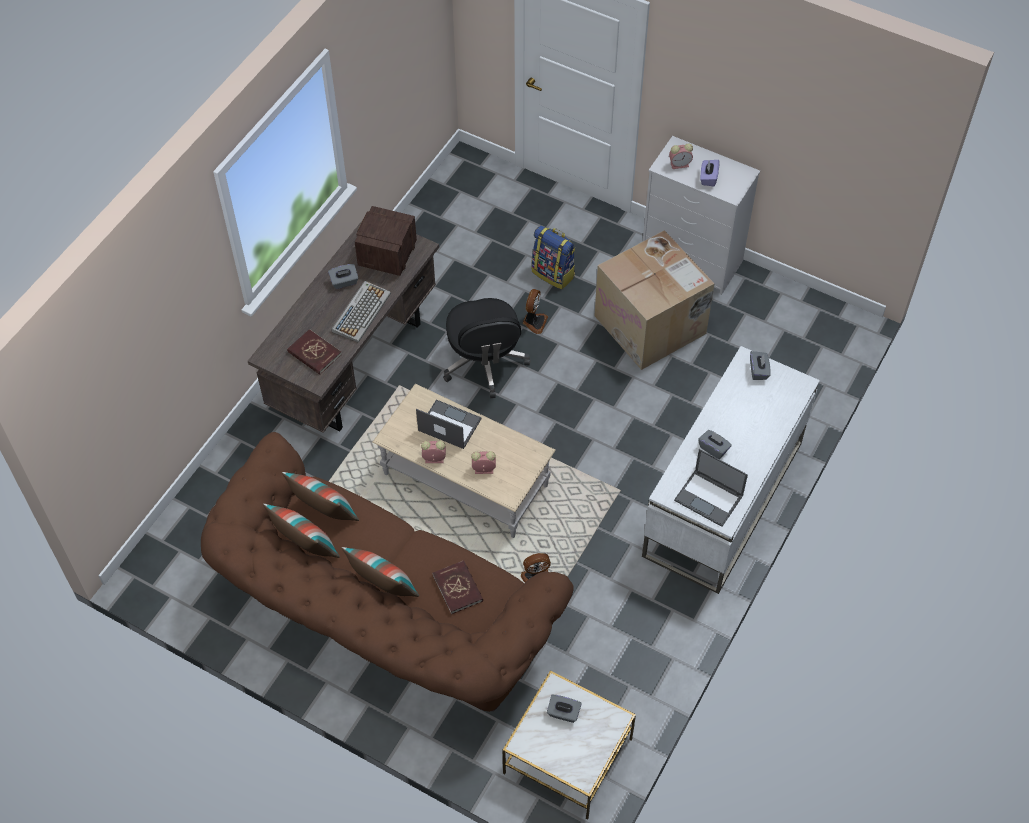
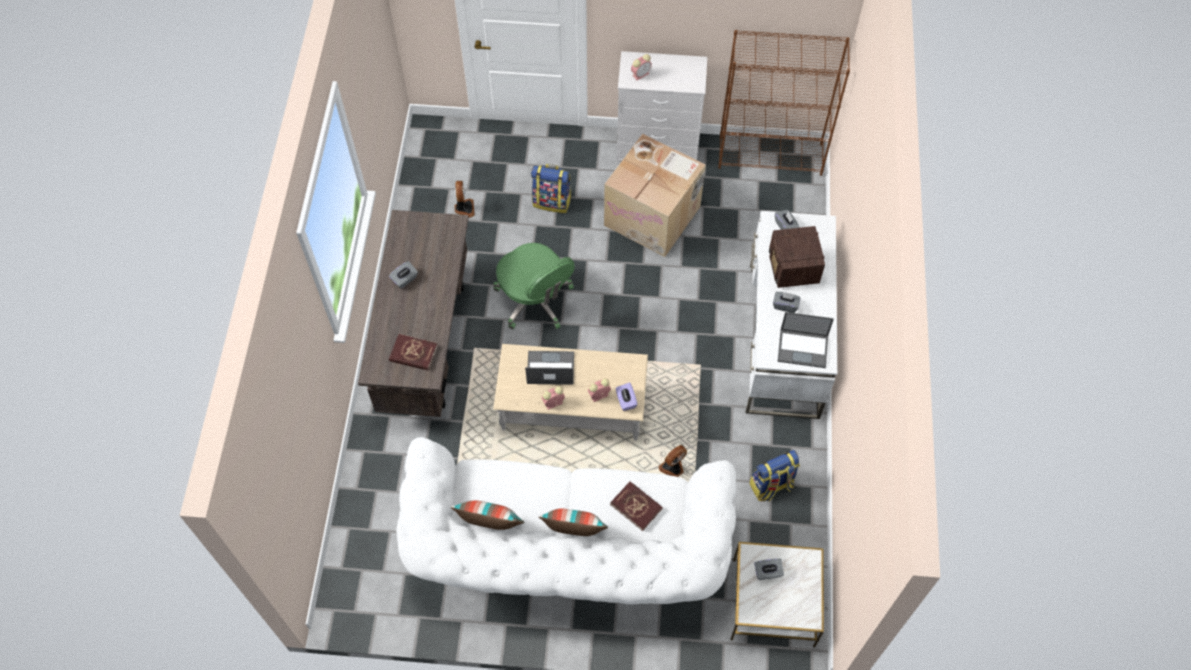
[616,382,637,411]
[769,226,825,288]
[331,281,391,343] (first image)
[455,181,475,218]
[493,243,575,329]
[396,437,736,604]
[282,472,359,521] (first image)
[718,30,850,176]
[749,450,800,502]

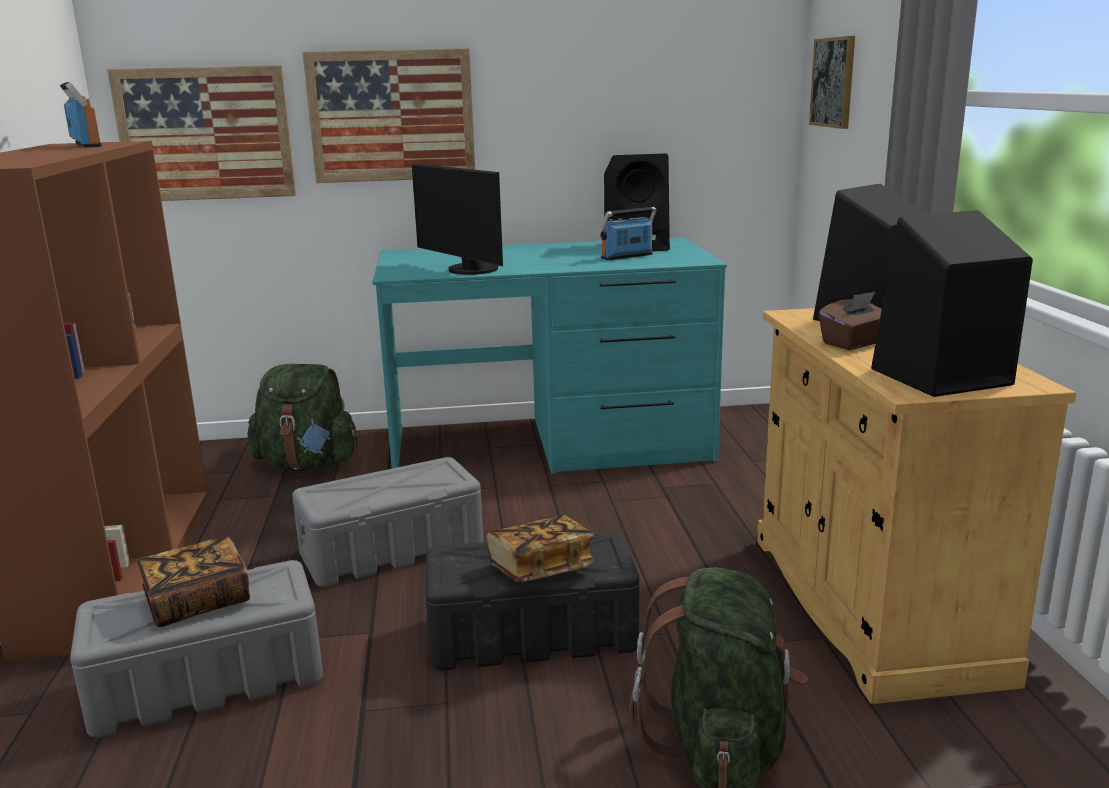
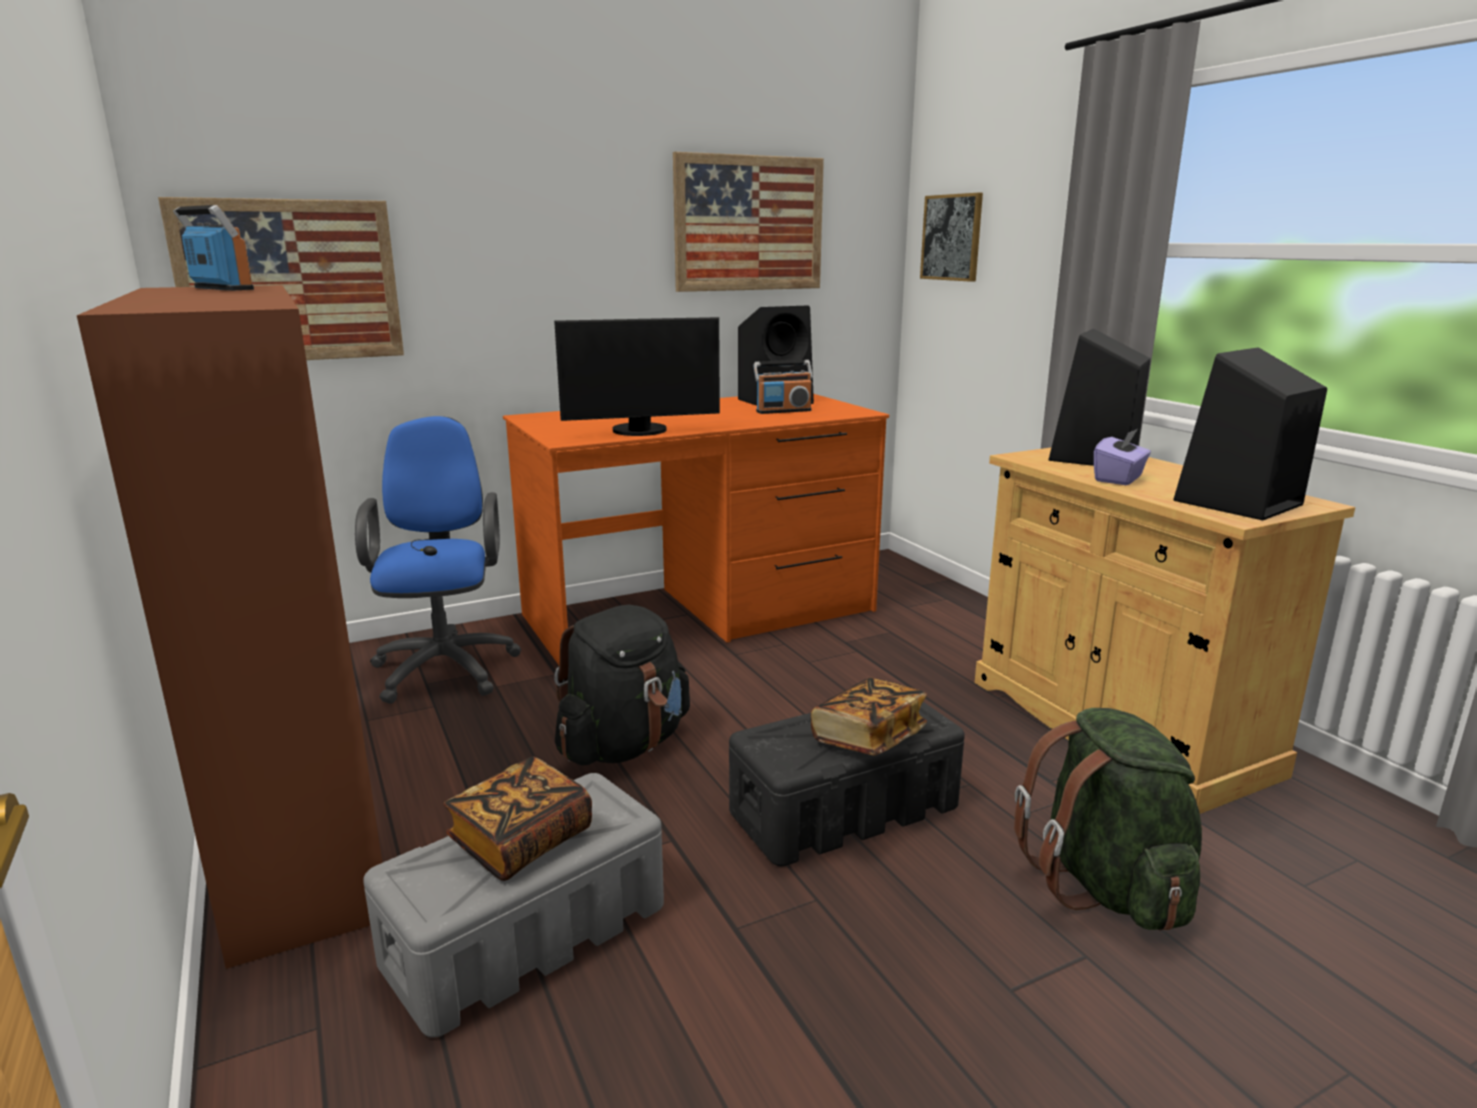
[673,152,824,292]
[554,317,720,436]
[753,360,813,414]
[503,394,889,665]
[1094,429,1151,485]
[355,416,521,704]
[554,605,690,765]

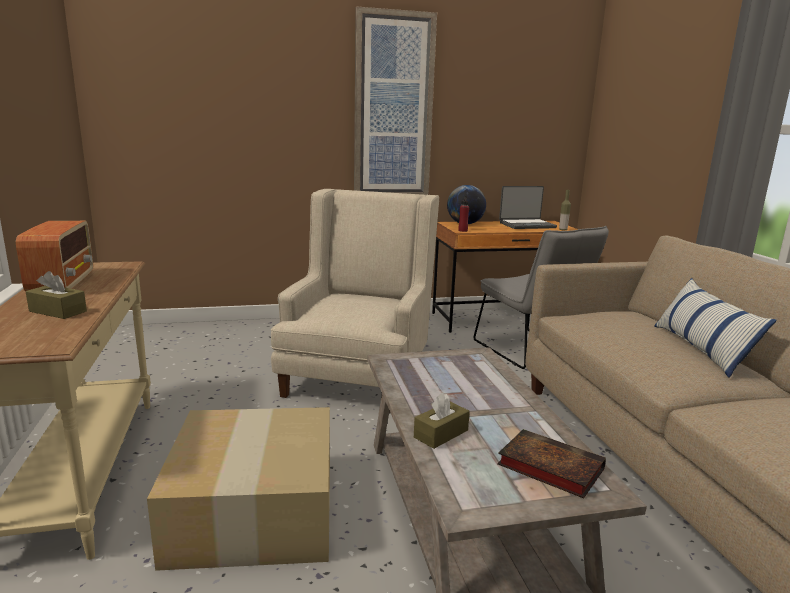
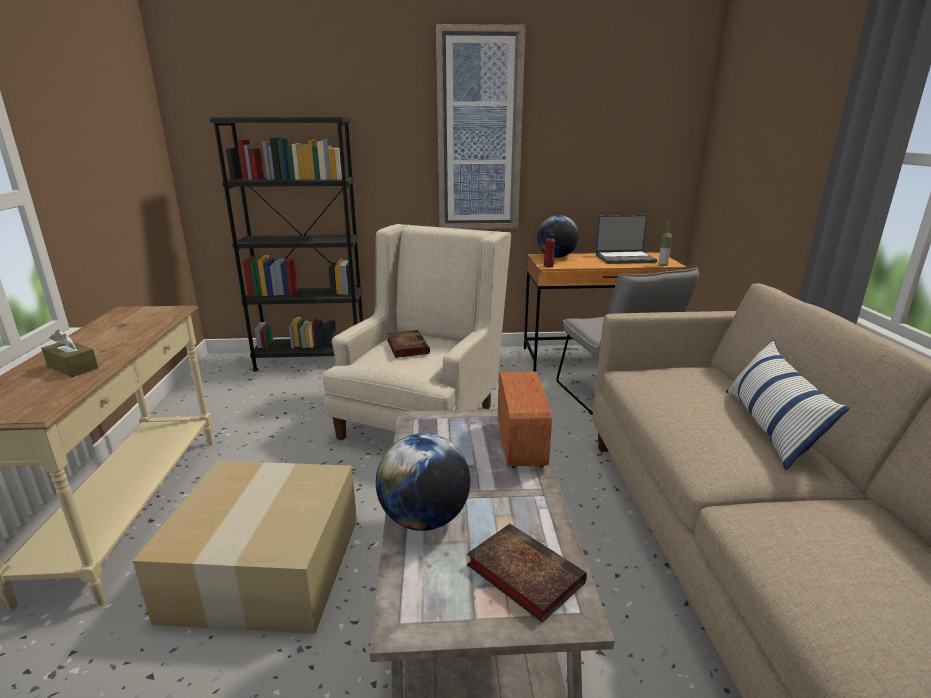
[498,371,552,468]
[376,433,470,531]
[209,117,363,372]
[387,330,430,358]

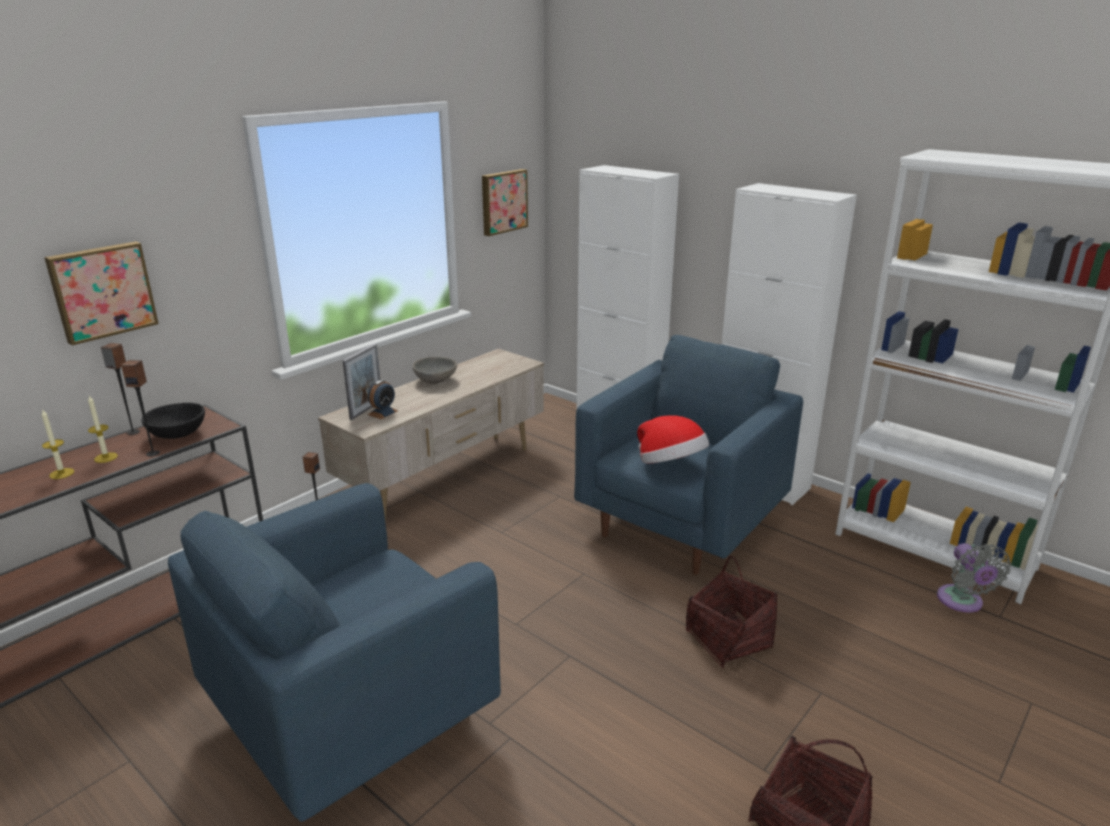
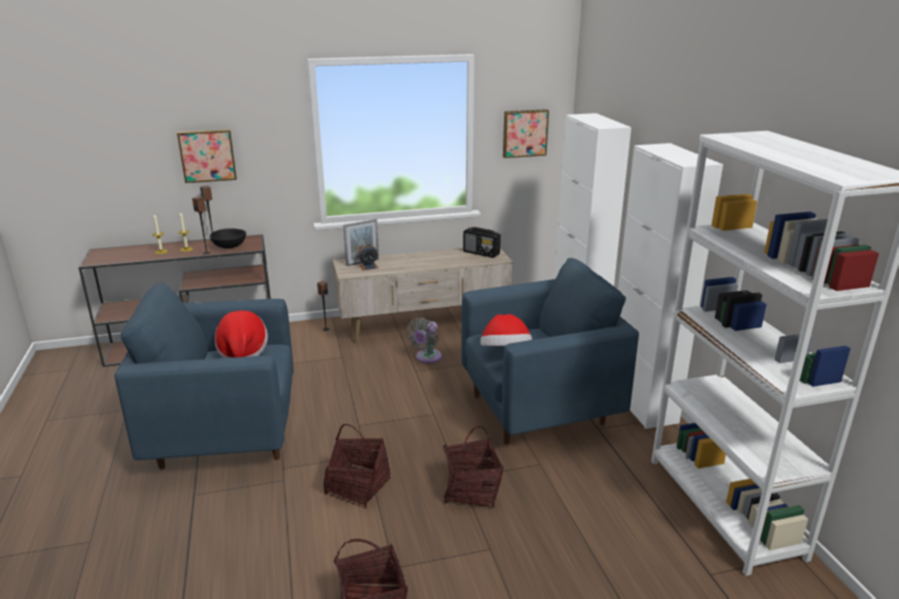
[413,357,457,384] (first image)
[407,318,442,363]
[463,227,501,258]
[215,311,268,358]
[324,424,390,508]

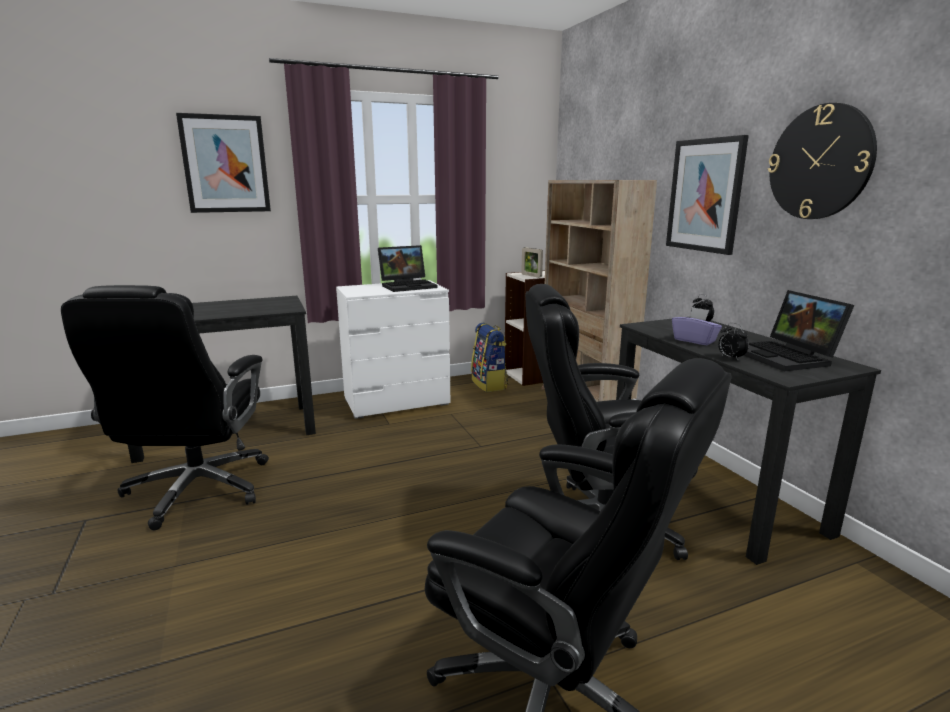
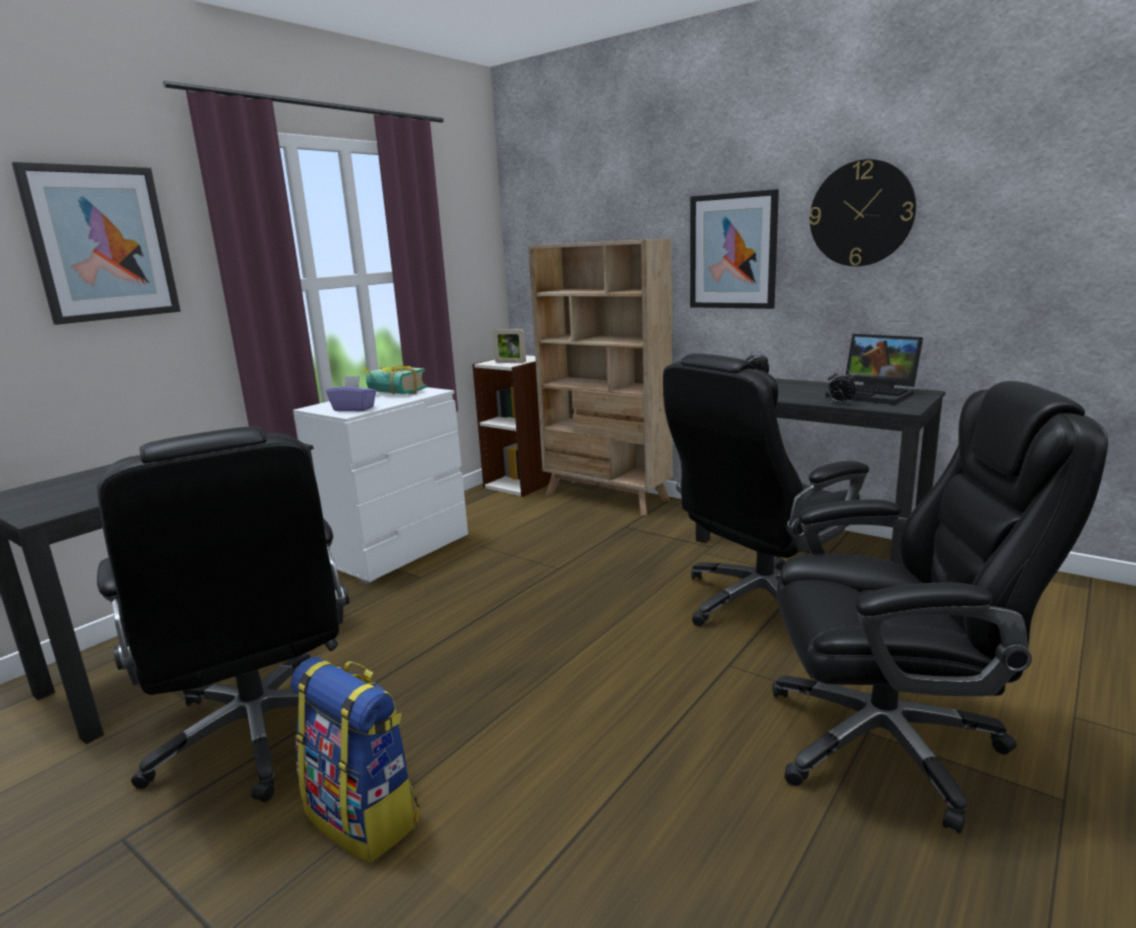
[362,365,427,395]
[326,376,376,411]
[291,657,420,863]

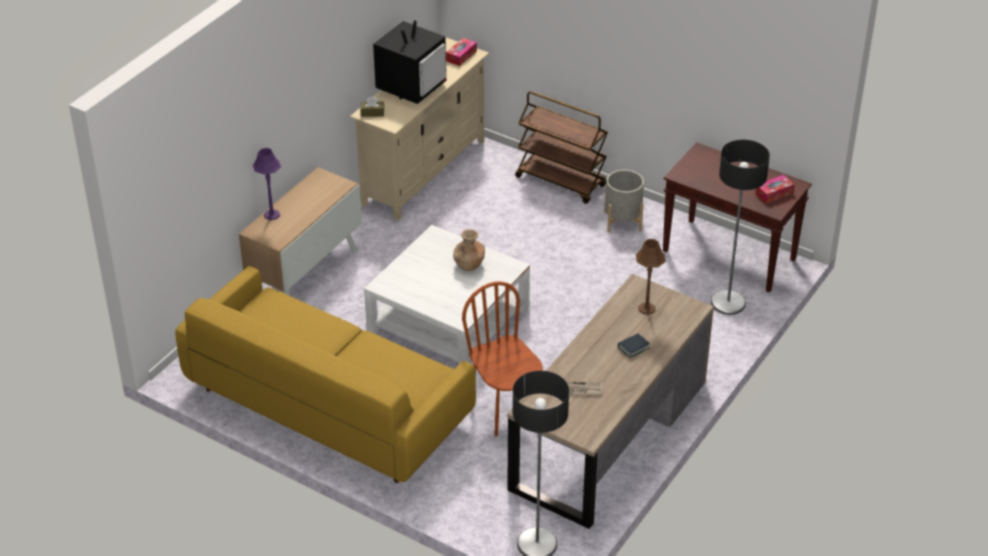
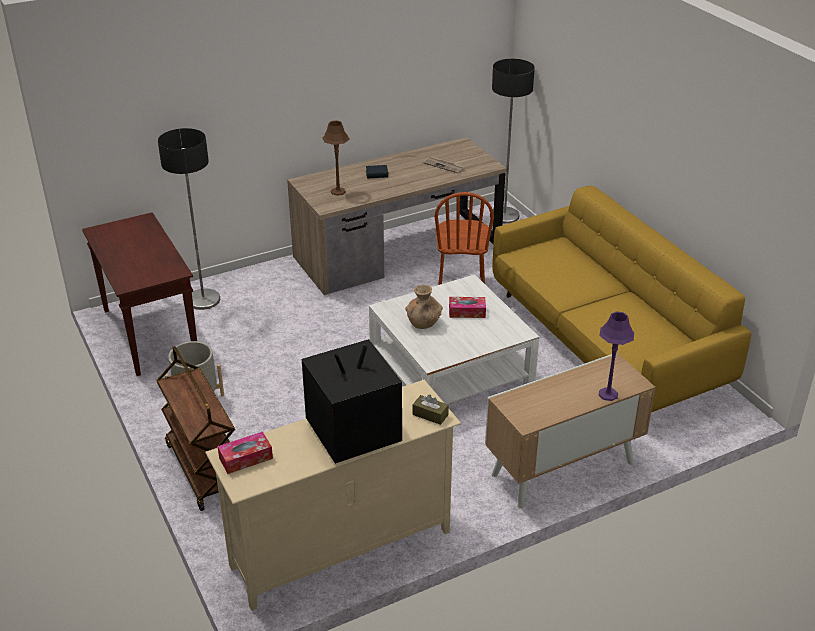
[449,297,486,318]

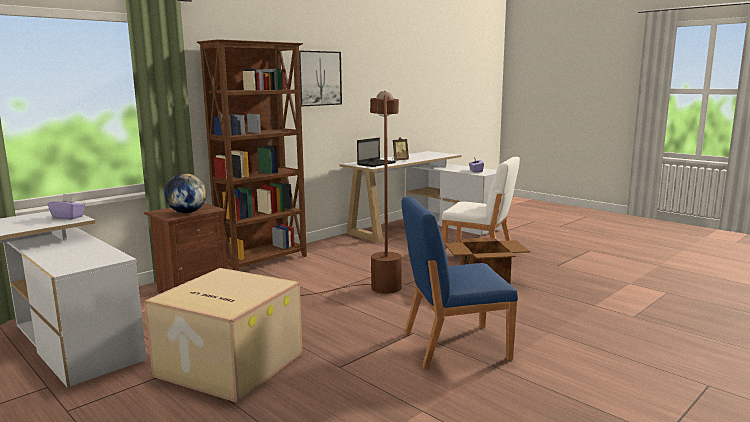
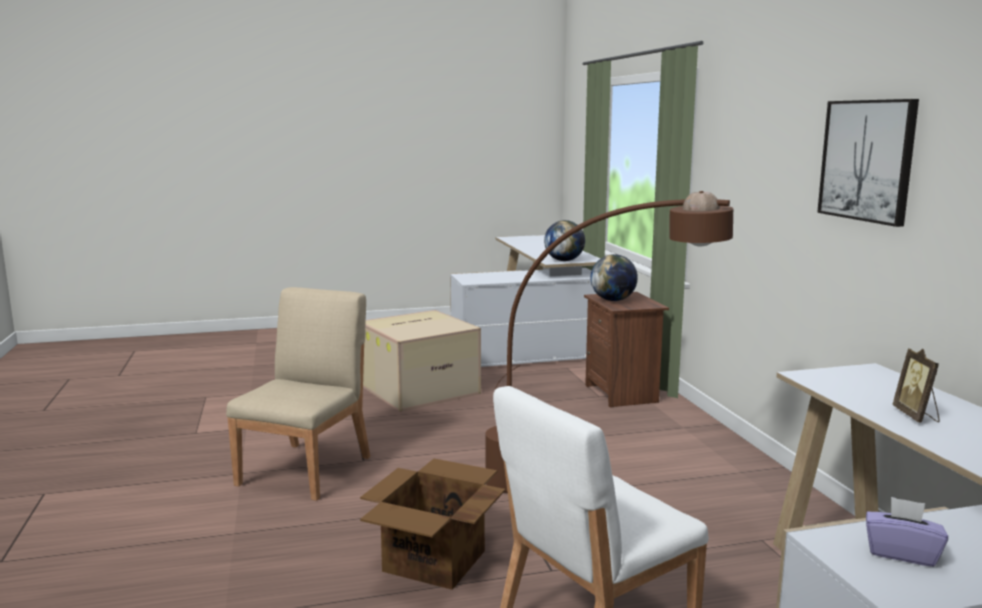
[197,39,307,271] (first image)
[357,138,396,167] (first image)
[544,220,585,261]
[226,287,370,501]

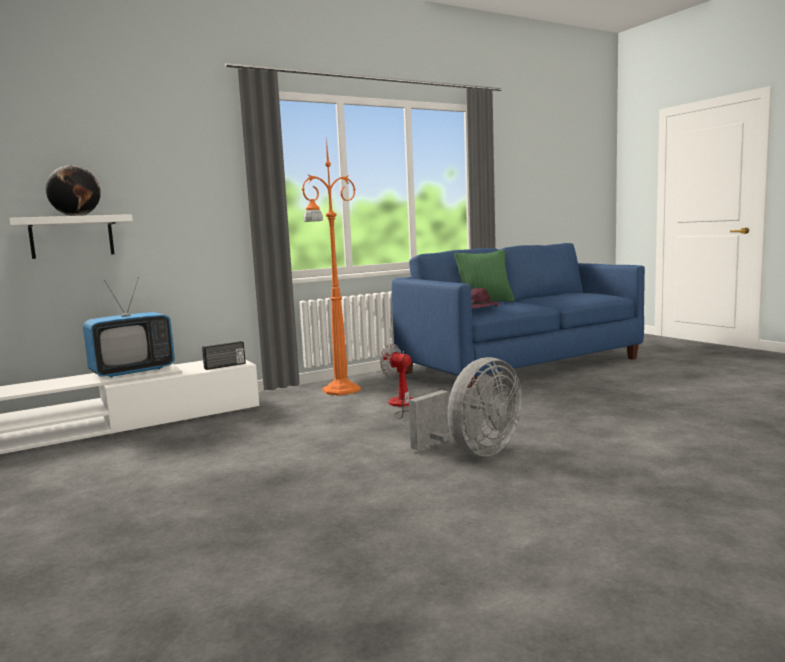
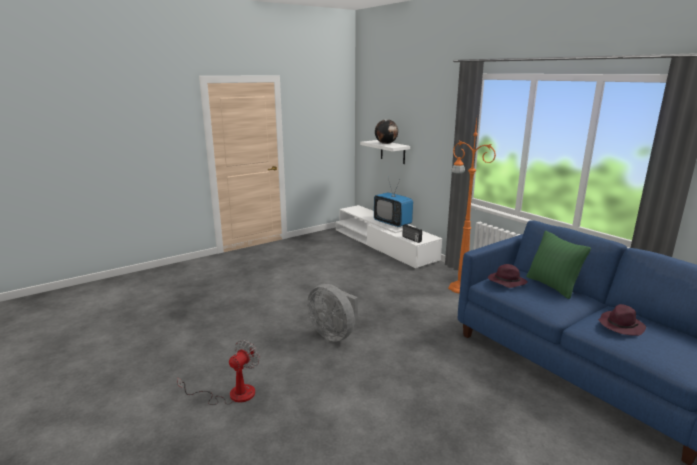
[177,340,260,405]
[598,304,646,336]

